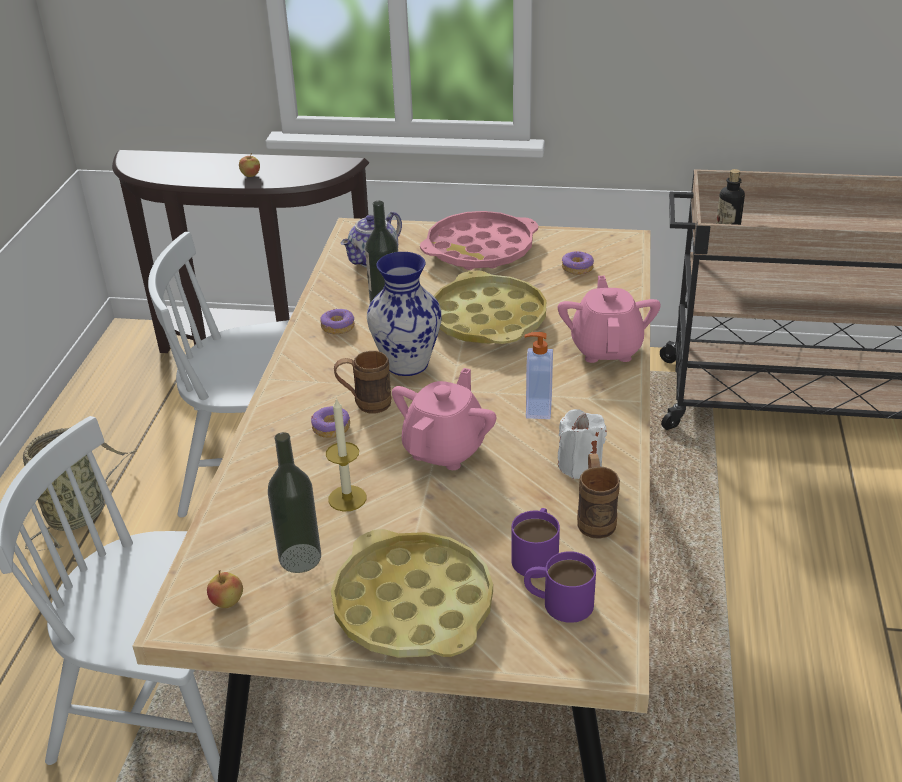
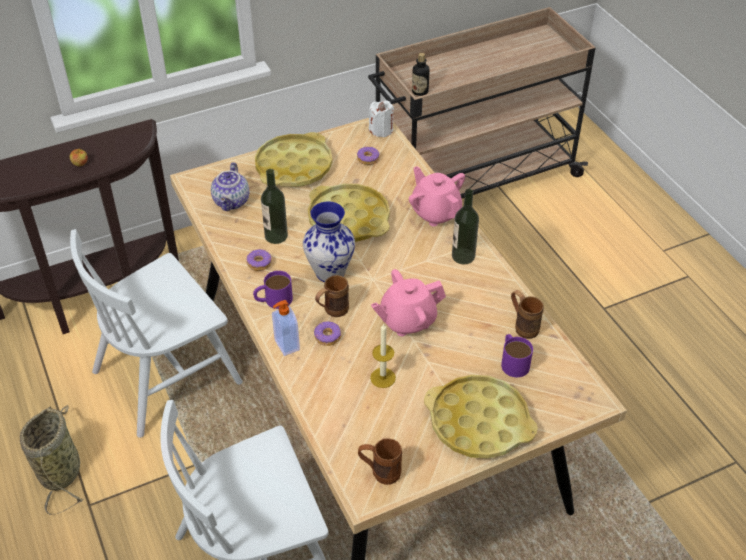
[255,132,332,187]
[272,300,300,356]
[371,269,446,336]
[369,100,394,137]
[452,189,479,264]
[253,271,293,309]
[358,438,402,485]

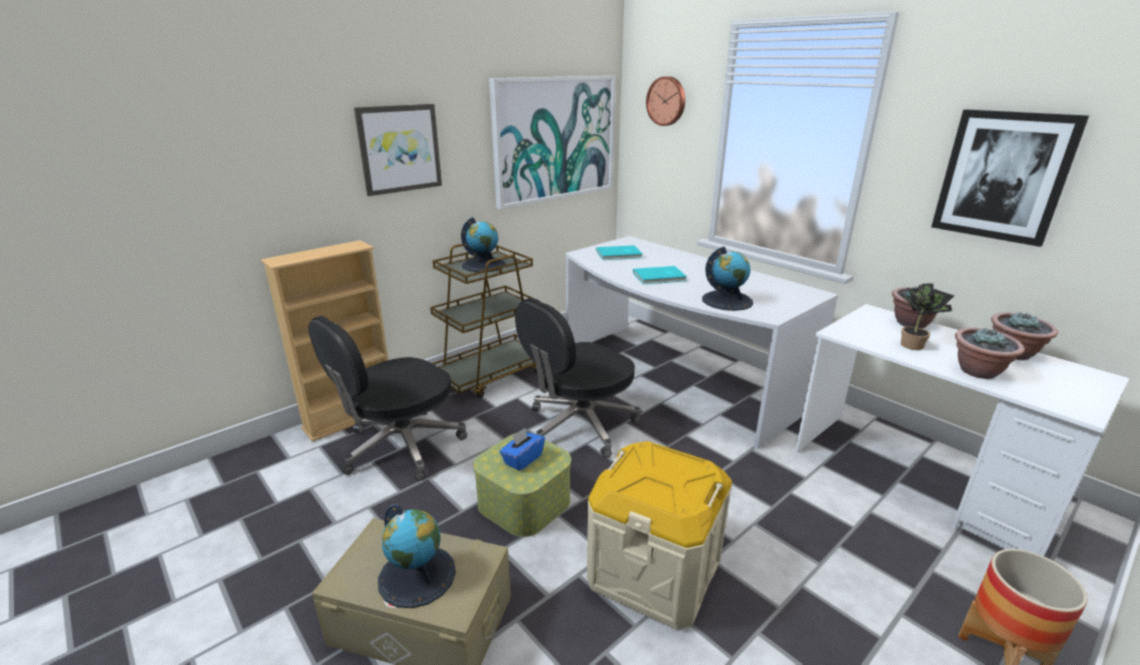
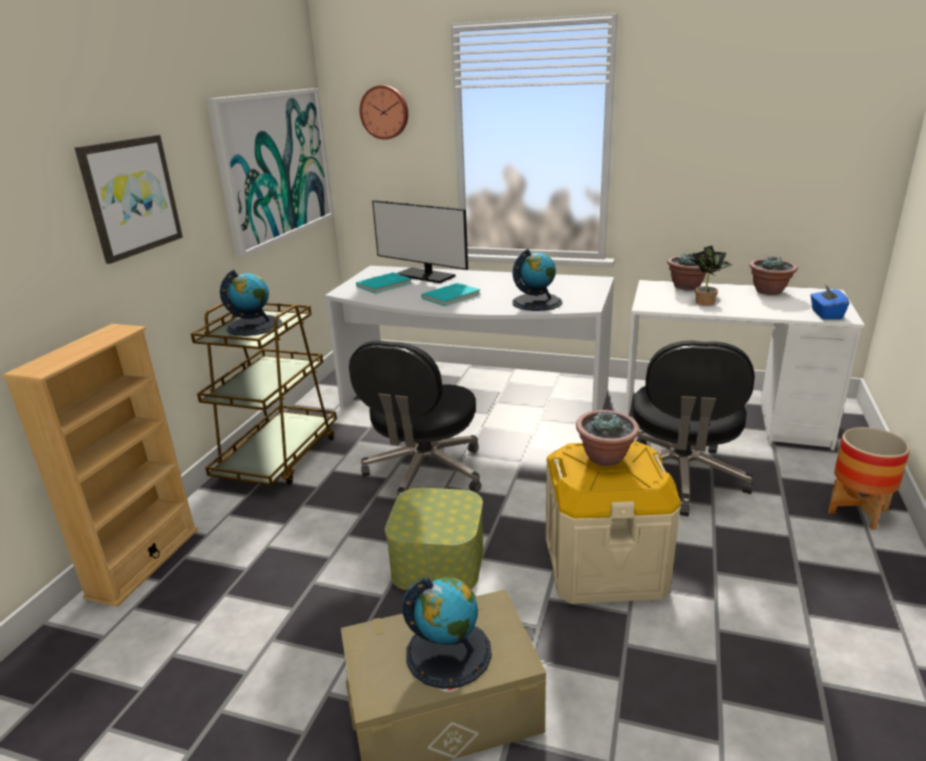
[931,109,1089,247] (first image)
[633,340,755,516]
[576,410,639,466]
[810,284,849,319]
[372,200,468,283]

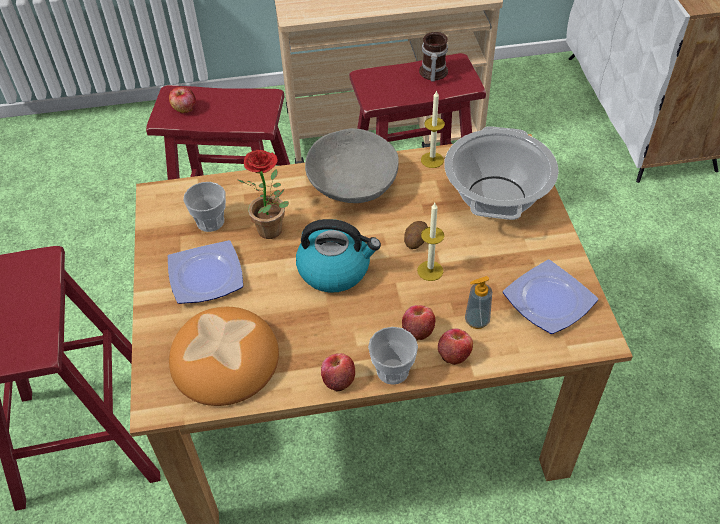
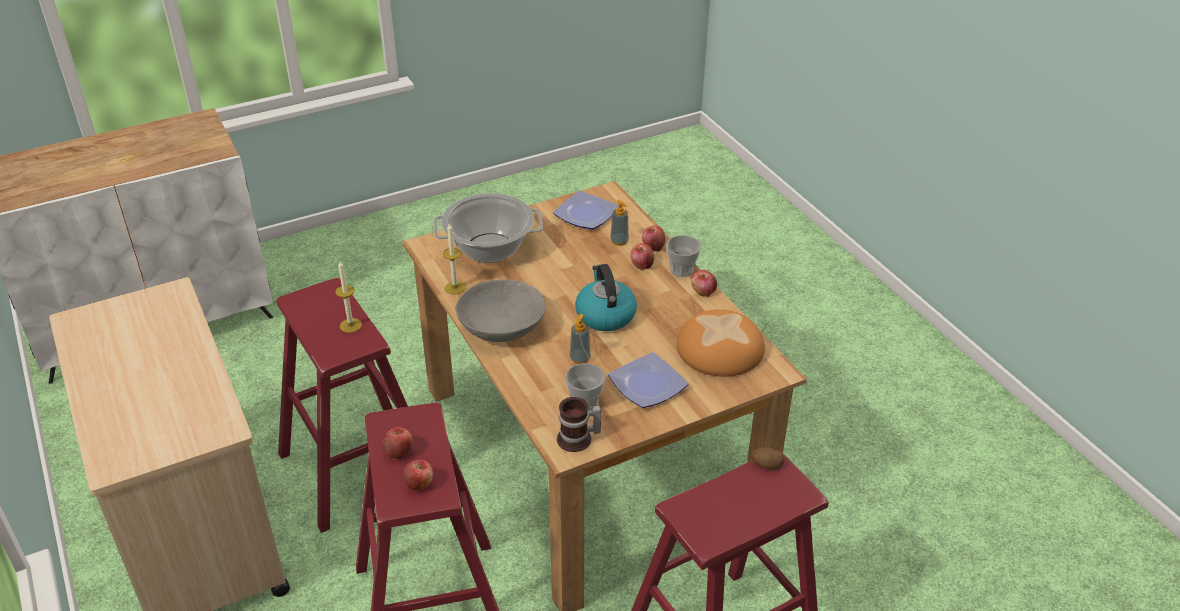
[557,397,601,452]
[570,314,591,364]
[335,261,362,333]
[751,447,785,469]
[382,427,413,459]

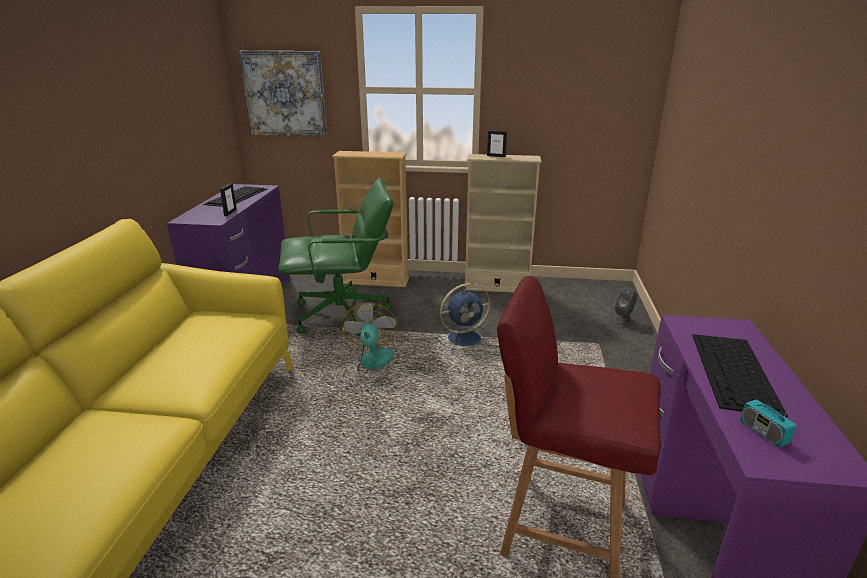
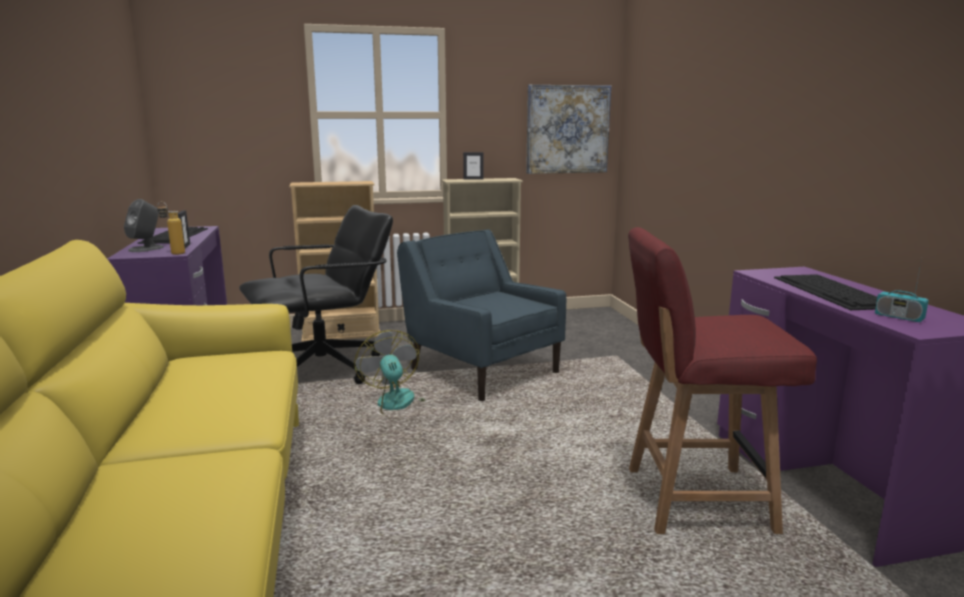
[526,85,611,174]
[239,205,393,384]
[397,229,566,401]
[124,199,164,252]
[157,202,185,255]

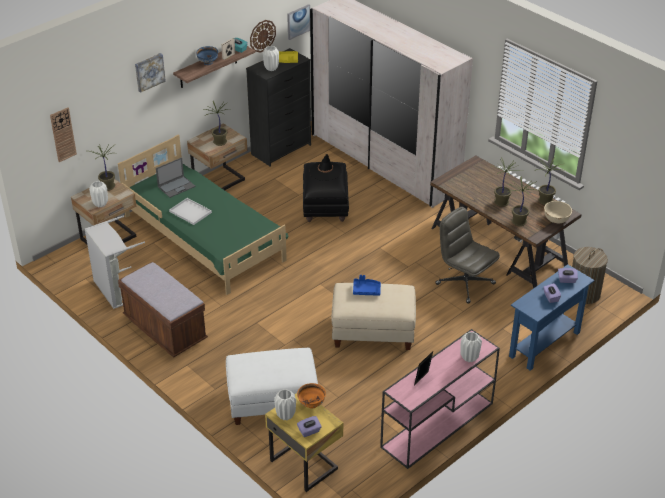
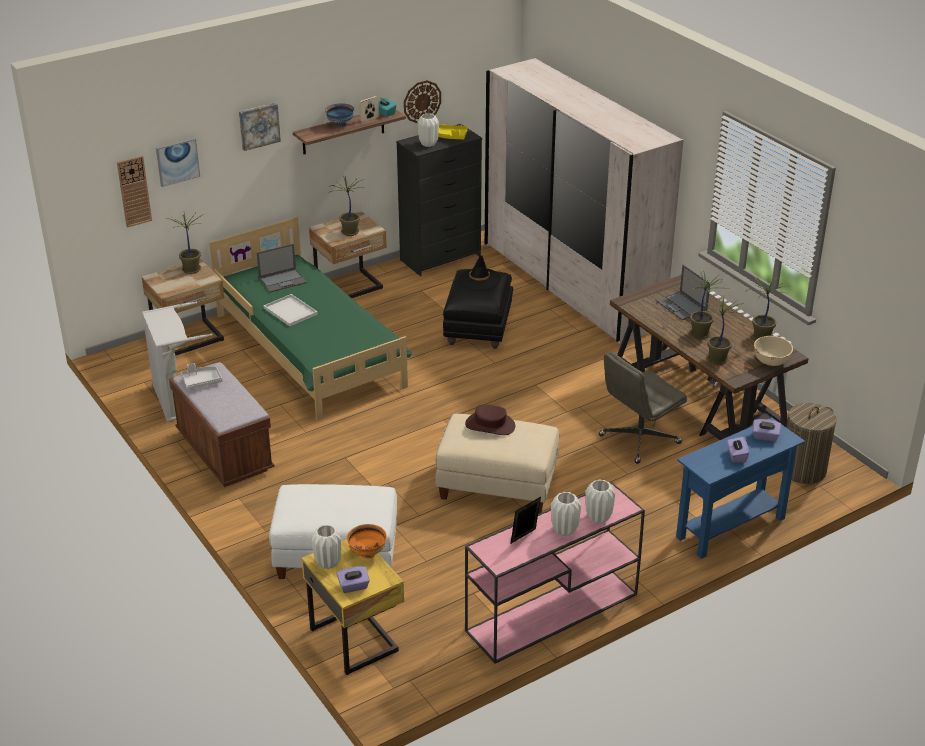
[156,138,200,187]
[551,492,581,536]
[599,352,687,464]
[465,404,515,435]
[656,265,710,320]
[181,363,223,390]

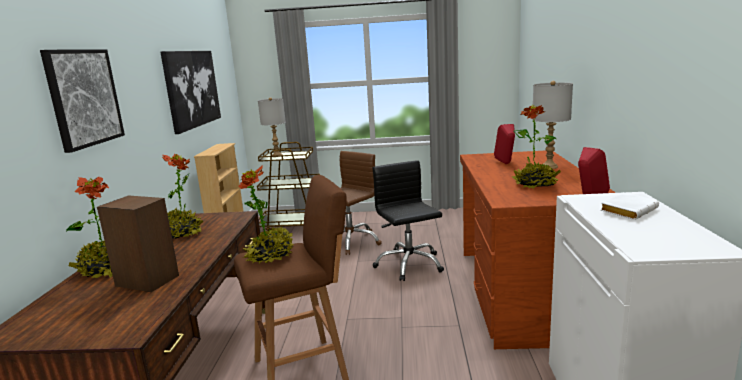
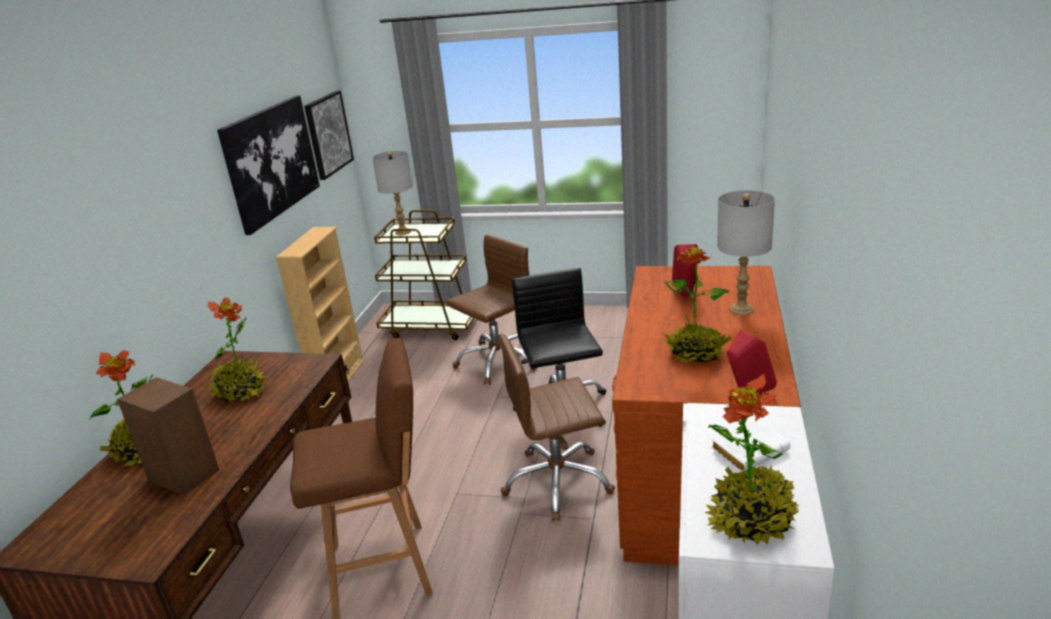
[304,90,354,180]
[704,374,799,545]
[499,334,615,521]

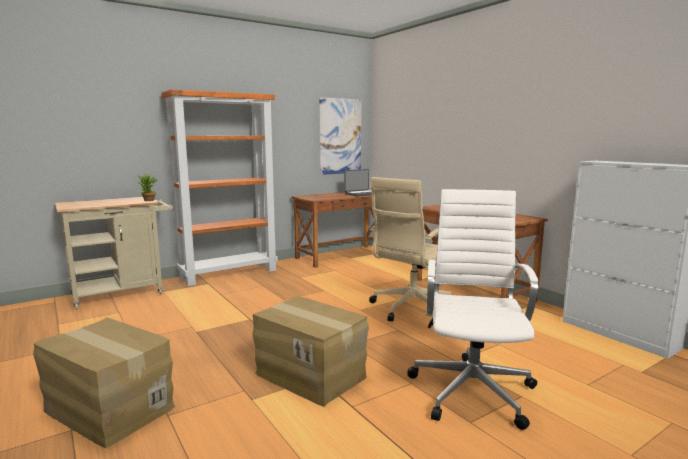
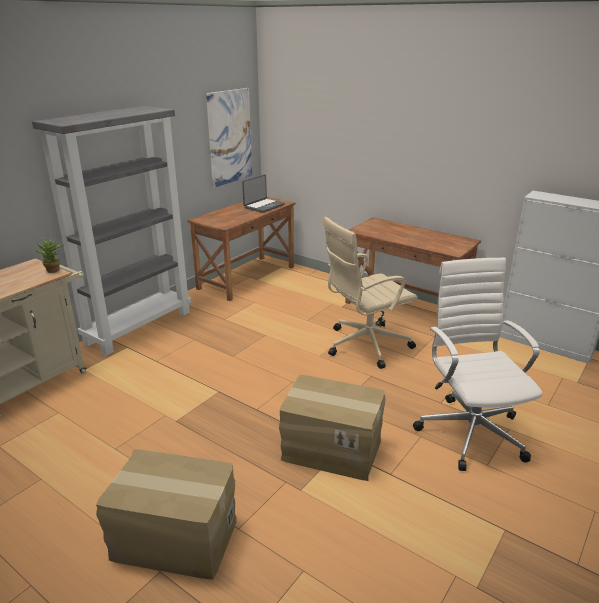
[32,106,191,356]
[323,217,418,369]

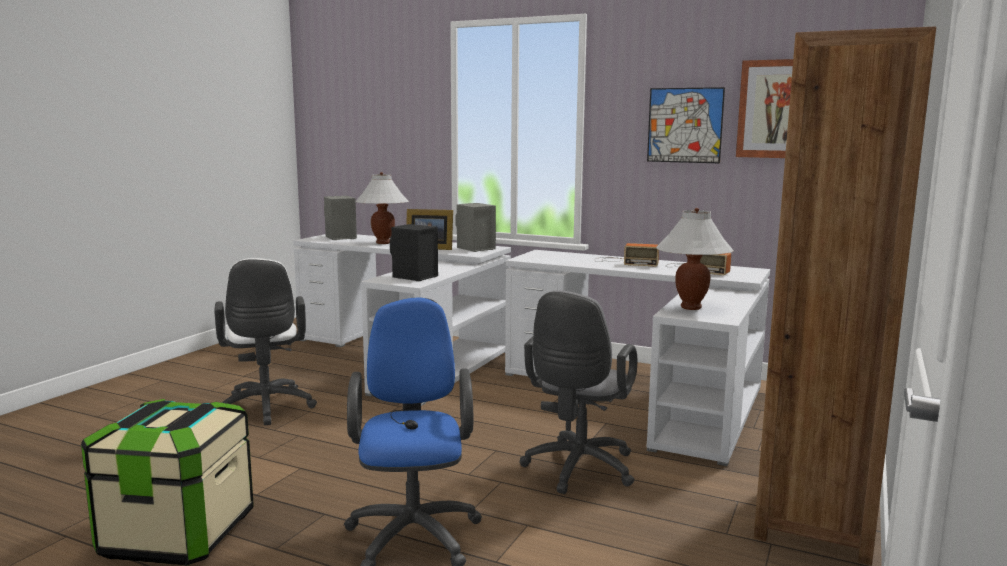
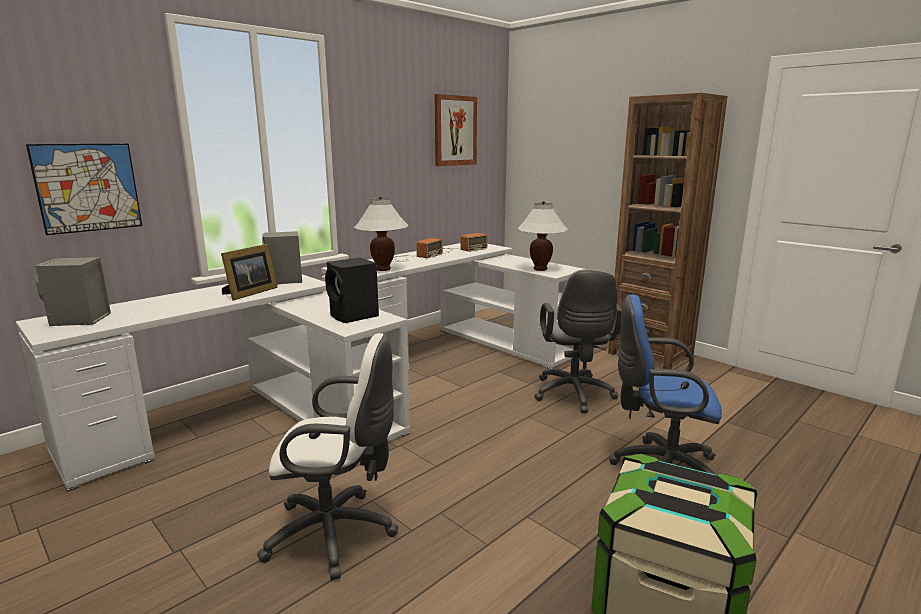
[26,144,142,235]
[354,196,408,271]
[534,269,622,413]

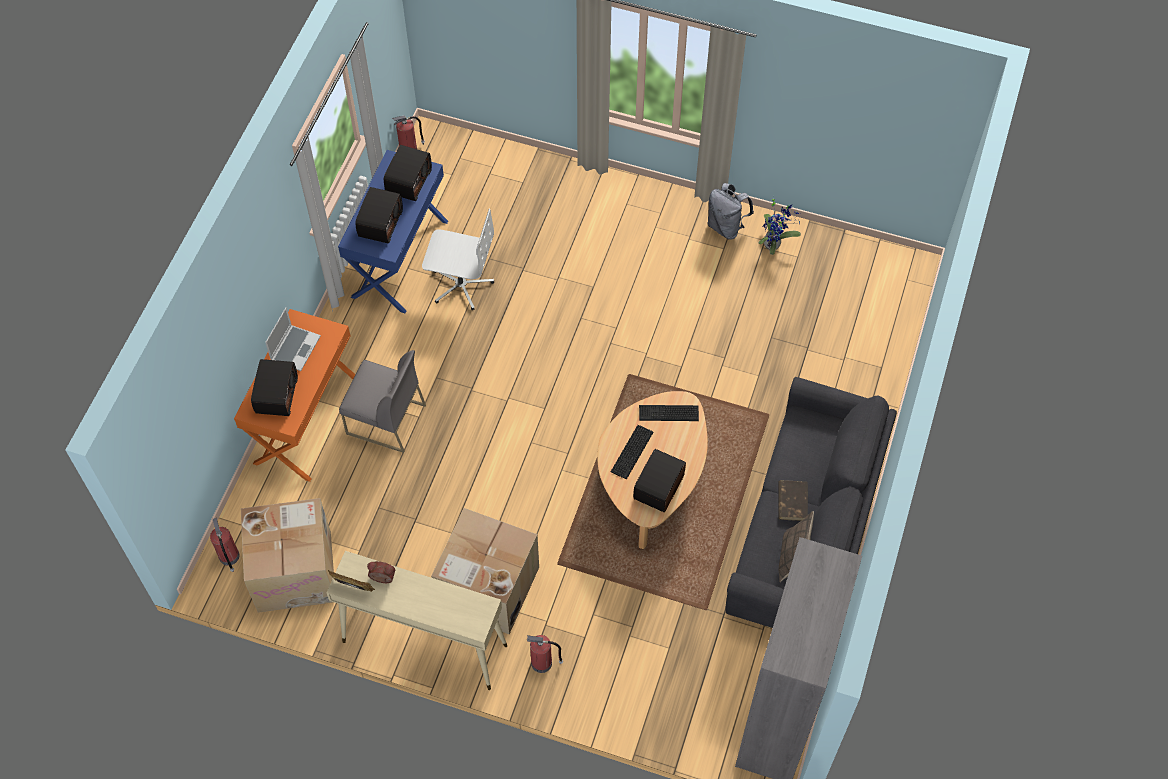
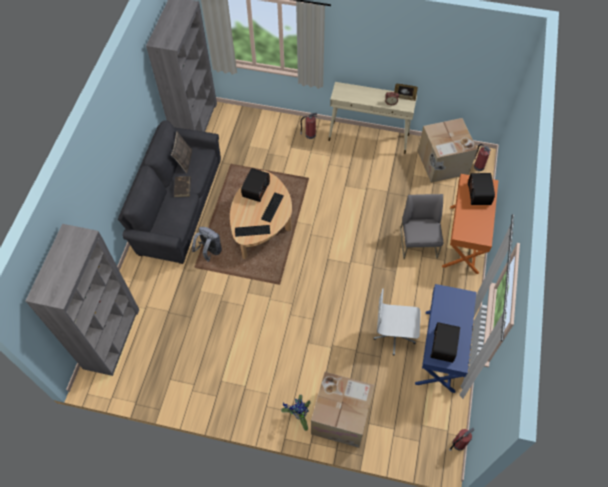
[192,227,222,262]
[355,187,403,243] (first image)
[281,395,311,431]
[265,307,321,371] (first image)
[400,194,443,259]
[311,372,374,448]
[26,224,140,376]

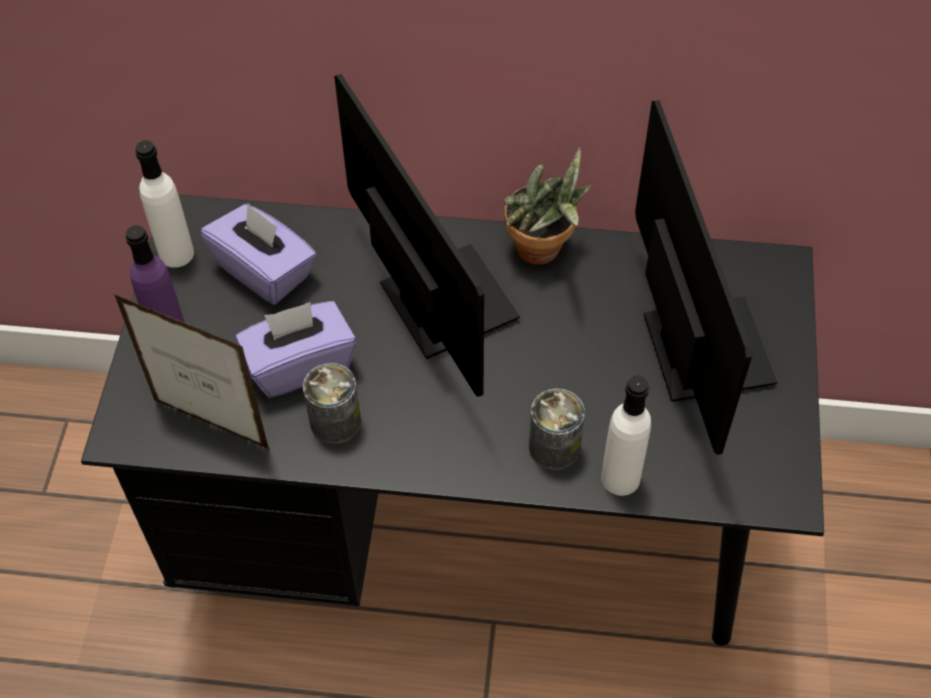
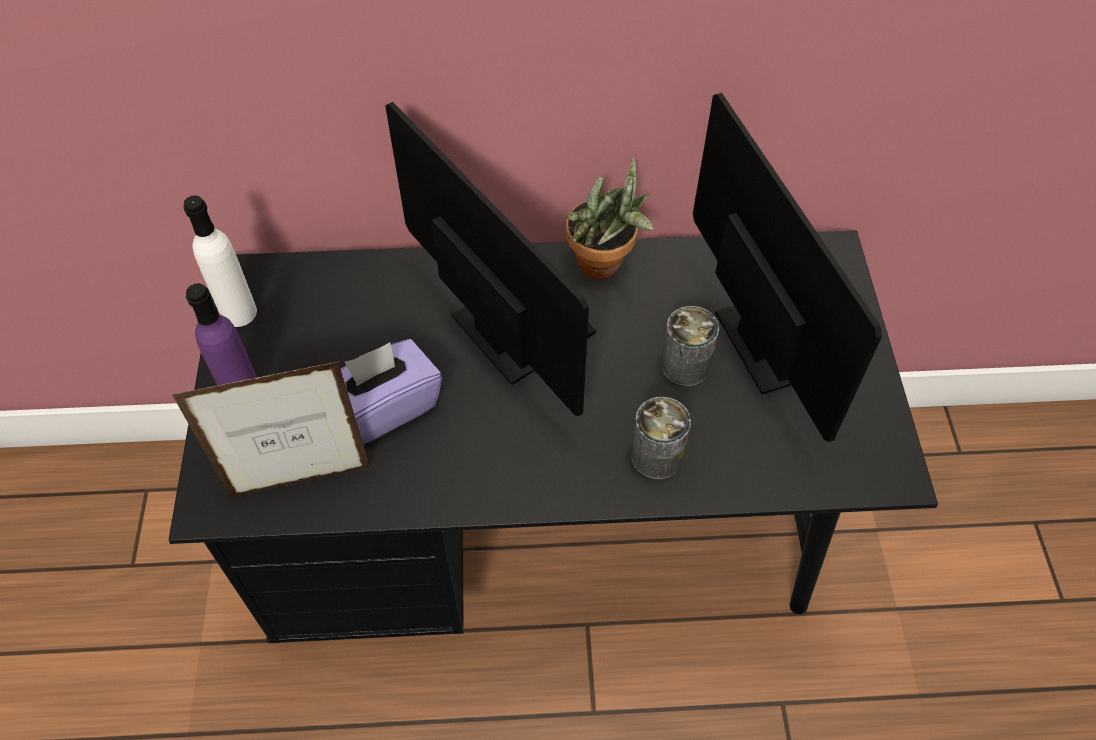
[200,203,316,305] (first image)
[172,361,371,498]
[661,306,719,386]
[601,376,651,496] (first image)

